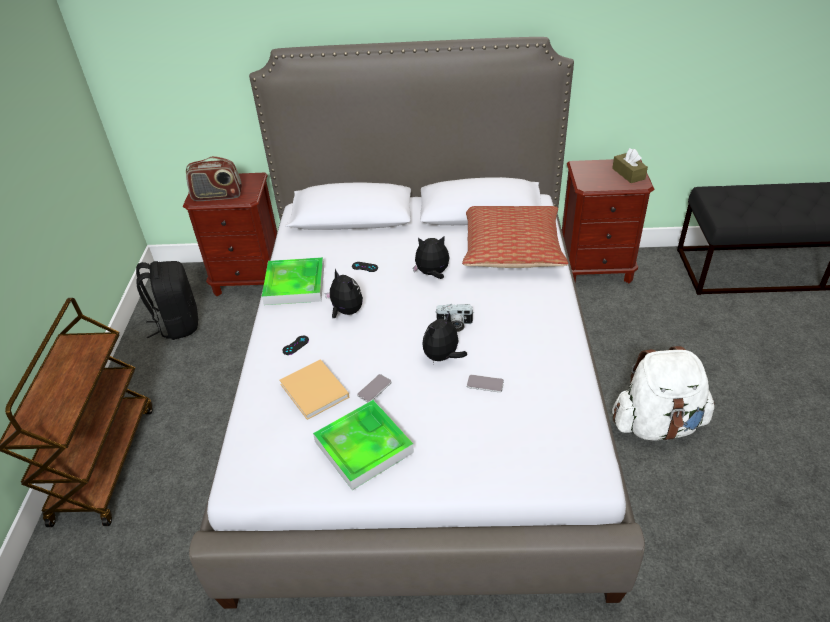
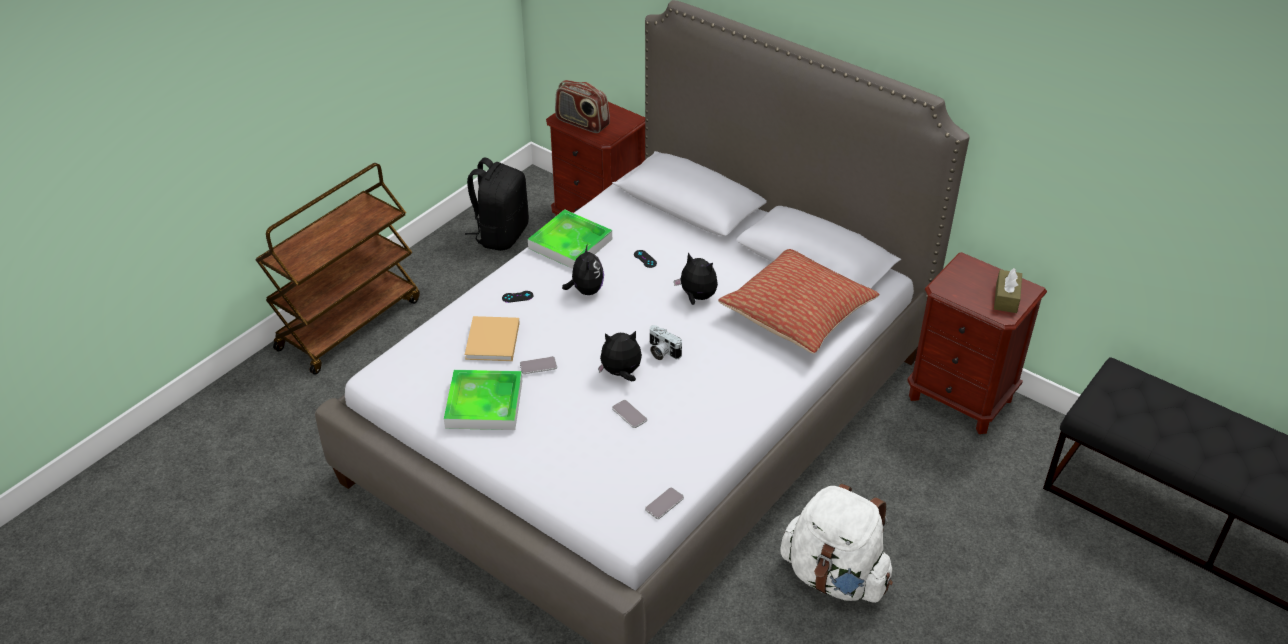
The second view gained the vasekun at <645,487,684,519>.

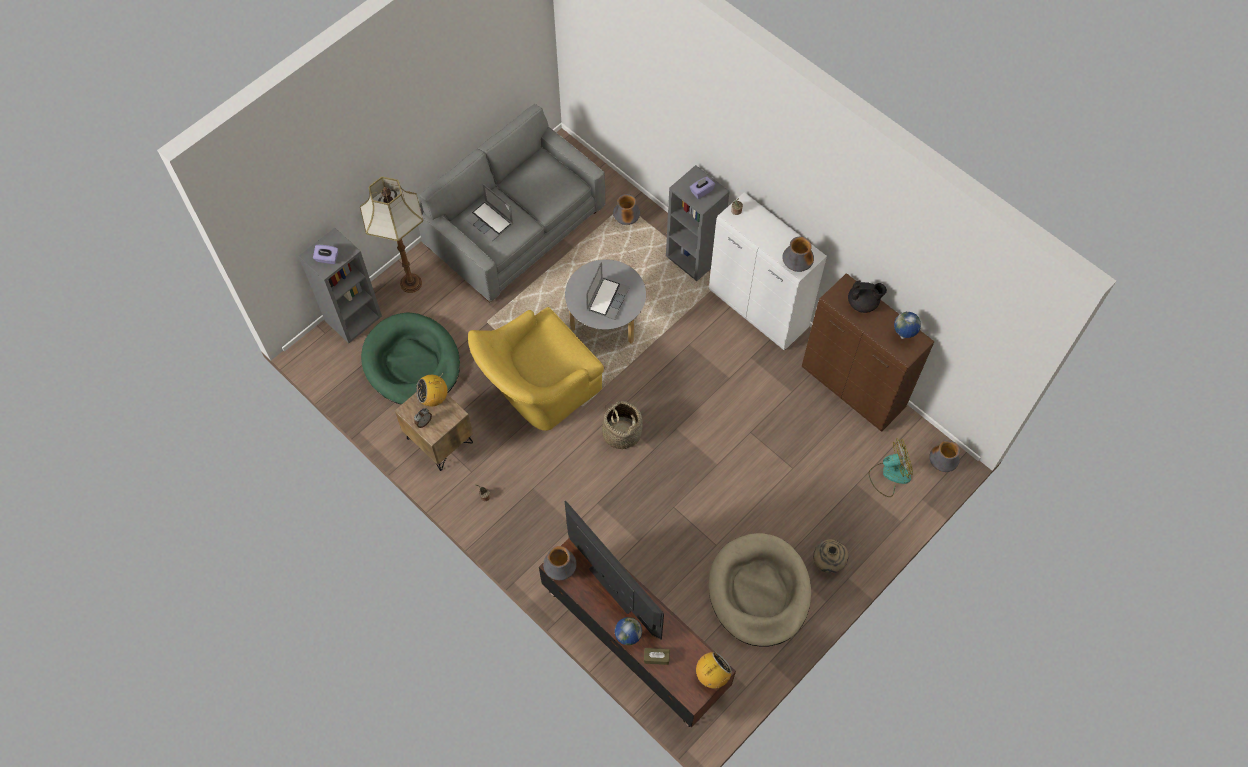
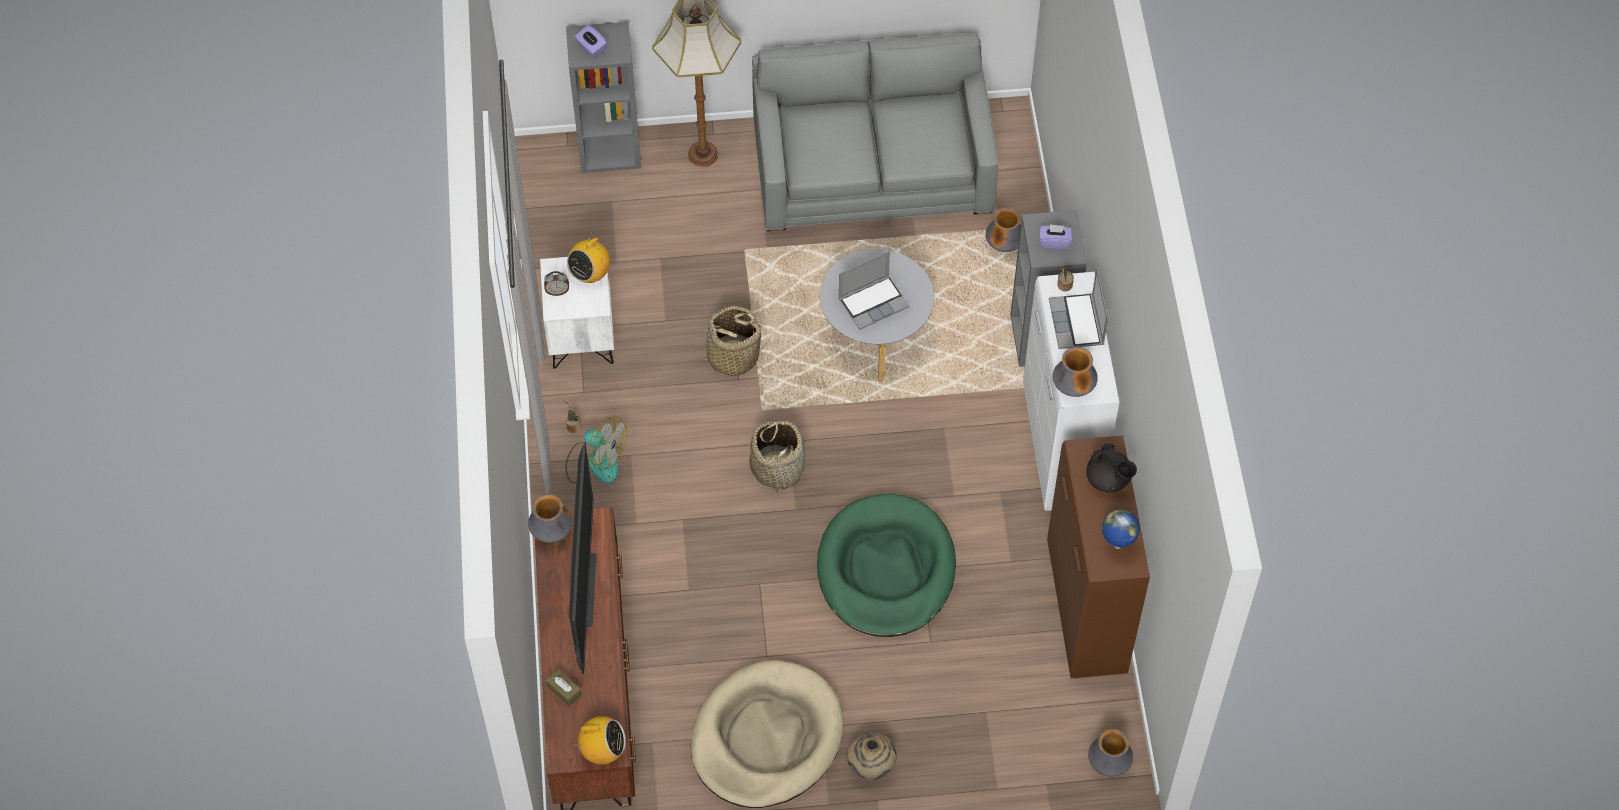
What was the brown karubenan at <395,393,473,471> turned into the white karubenan at <540,257,614,369>.
The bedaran ended up elsewhere, having gone from <868,438,913,497> to <565,416,627,484>.
The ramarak at <416,372,448,407> ended up facing another way, 75 degrees counterclockwise from before.
Where the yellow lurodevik stood at <468,307,604,431>, the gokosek came to stand at <694,306,766,376>.
The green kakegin ended up elsewhere, having gone from <361,312,460,405> to <817,494,956,637>.
The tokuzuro ended up elsewhere, having gone from <465,184,513,241> to <1049,268,1108,349>.
The second view lost the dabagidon at <615,617,642,645>.

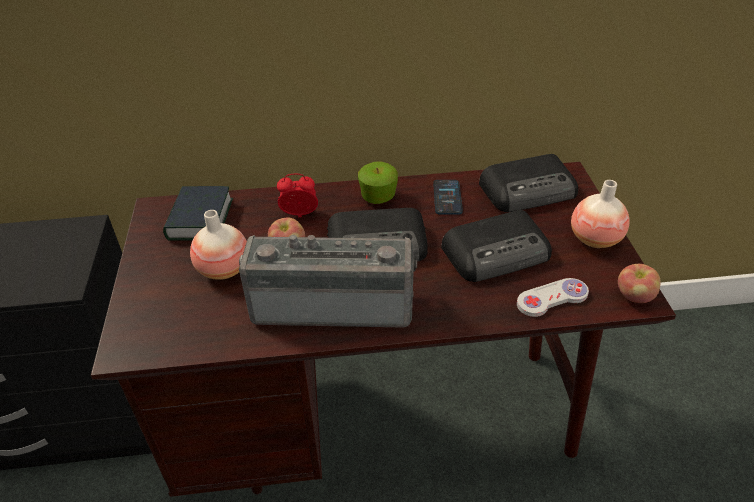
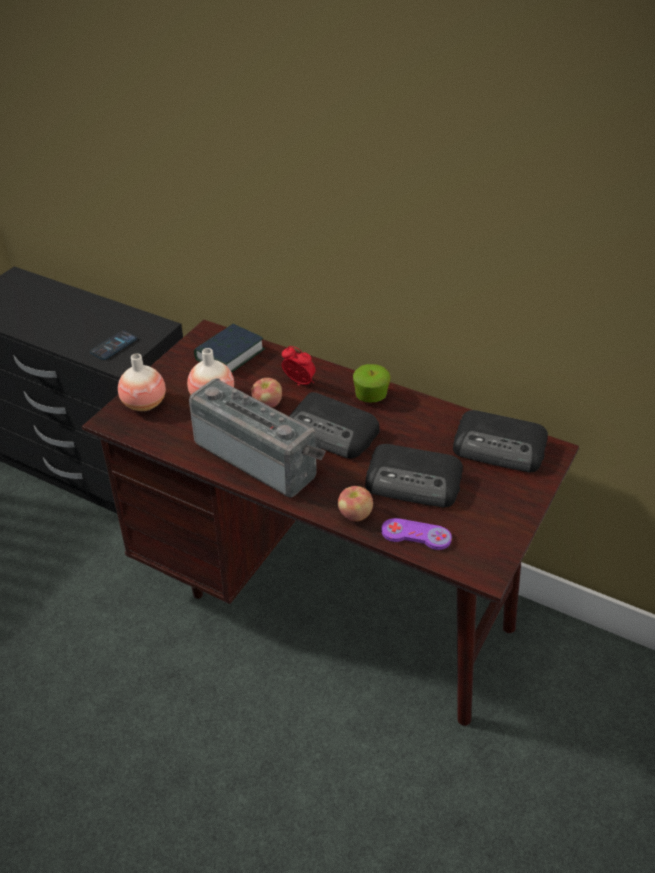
The vasekun ended up elsewhere, having gone from <433,180,463,215> to <90,330,137,360>.
The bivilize ended up elsewhere, having gone from <571,180,629,248> to <118,353,166,411>.
The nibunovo ended up elsewhere, having gone from <618,264,661,303> to <338,486,373,522>.
What was the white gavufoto at <517,278,589,317> turned into the purple gavufoto at <381,518,452,550>.

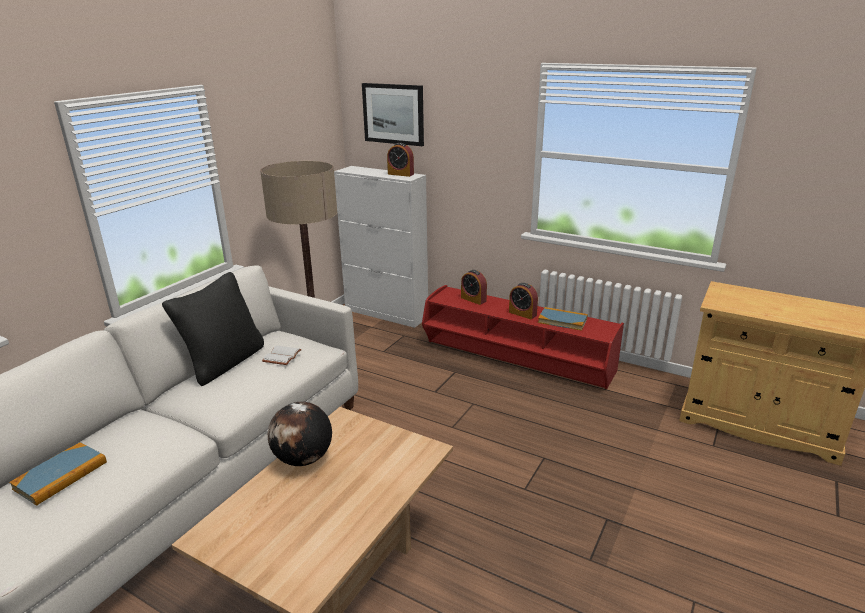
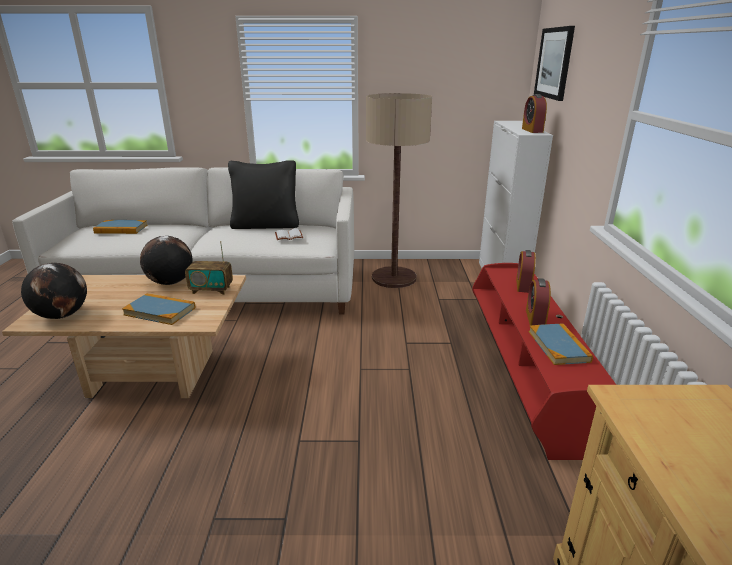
The second view gained the dabagidon at <21,263,87,319>.
The second view gained the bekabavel at <122,293,195,325>.
The second view gained the ramarak at <185,241,233,295>.

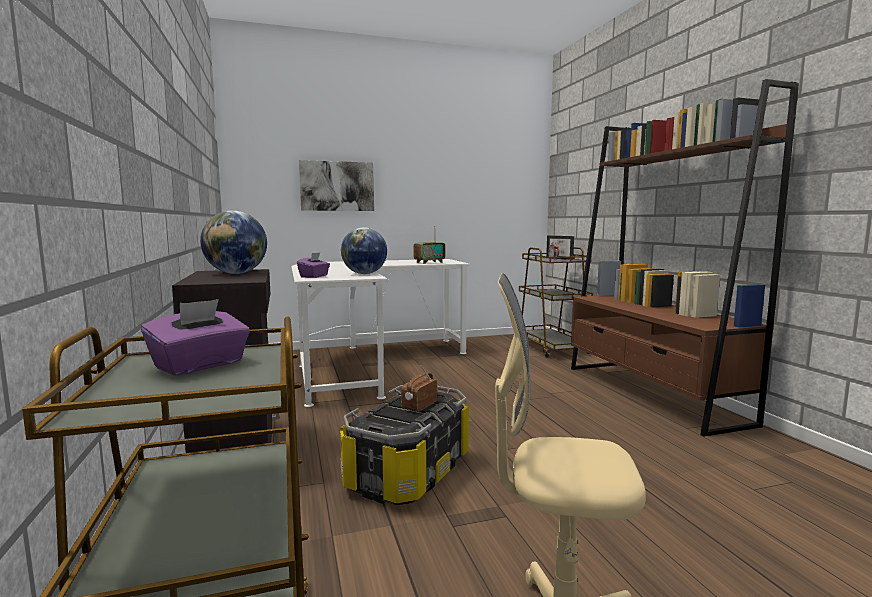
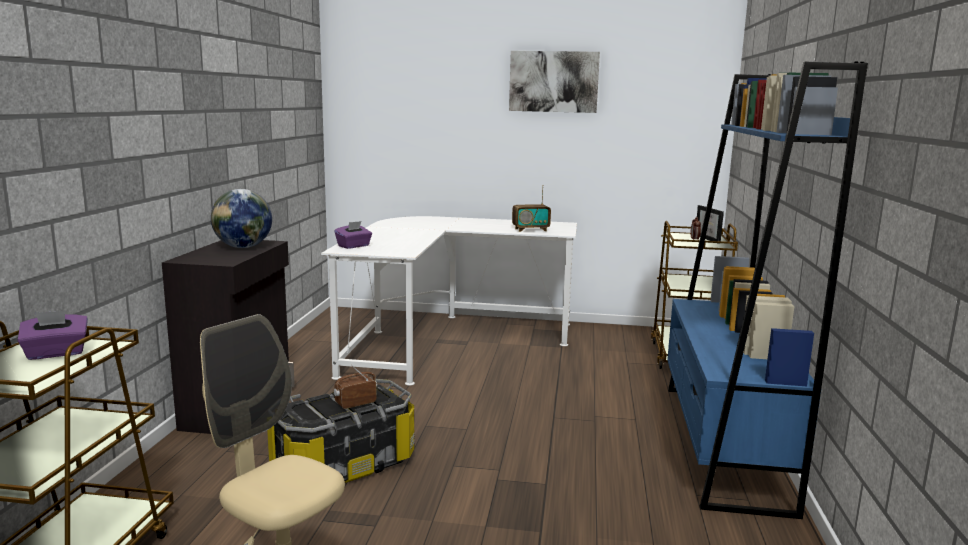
The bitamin ended up elsewhere, having gone from <299,160,374,211> to <509,51,600,113>.
What was the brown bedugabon at <571,79,799,437> turned into the blue bedugabon at <667,62,868,519>.
The second view lost the dabagidon at <341,227,387,274>.

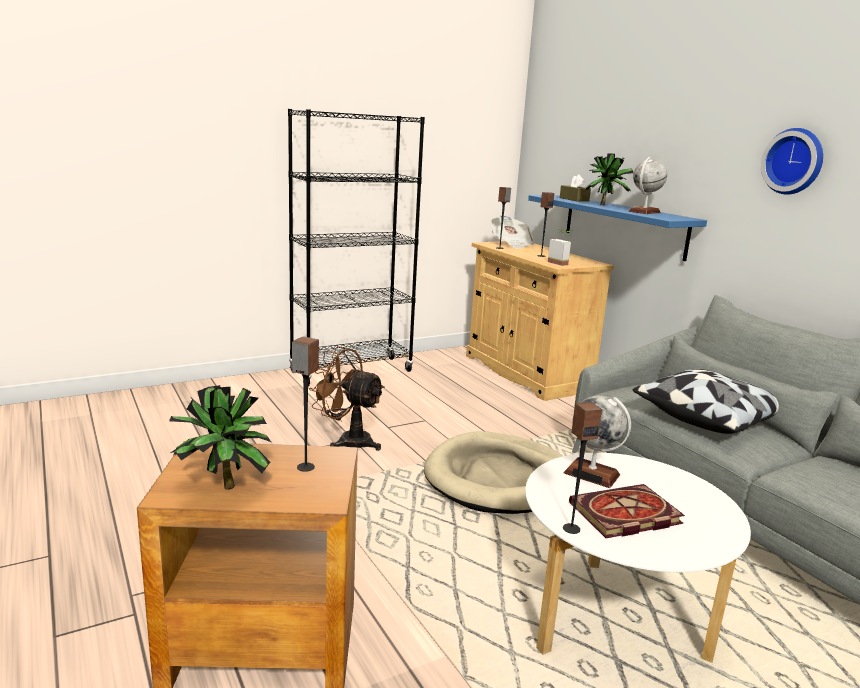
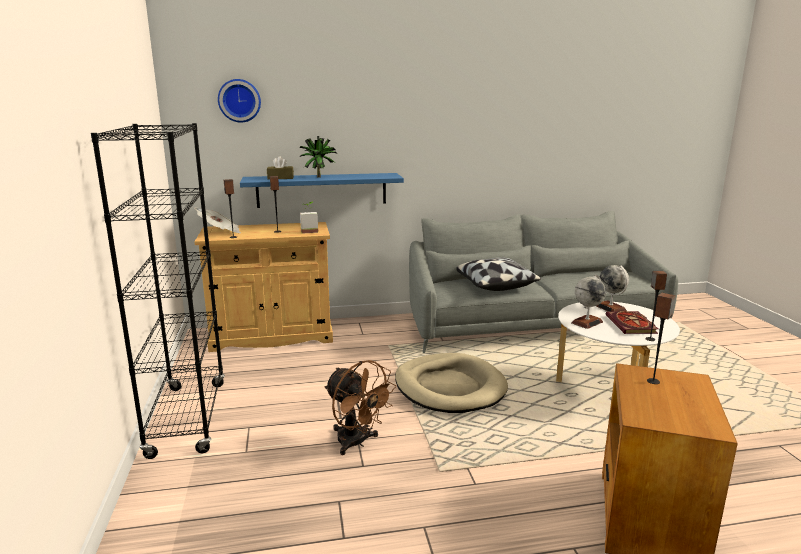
The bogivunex ended up elsewhere, having gone from <761,128,823,195> to <218,79,261,123>.
The brown bedaran at <309,346,385,451> ended up facing another way, 90 degrees counterclockwise from before.
The dabagidon ended up elsewhere, having gone from <628,157,667,214> to <596,265,629,312>.
The second view lost the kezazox at <169,385,271,490>.

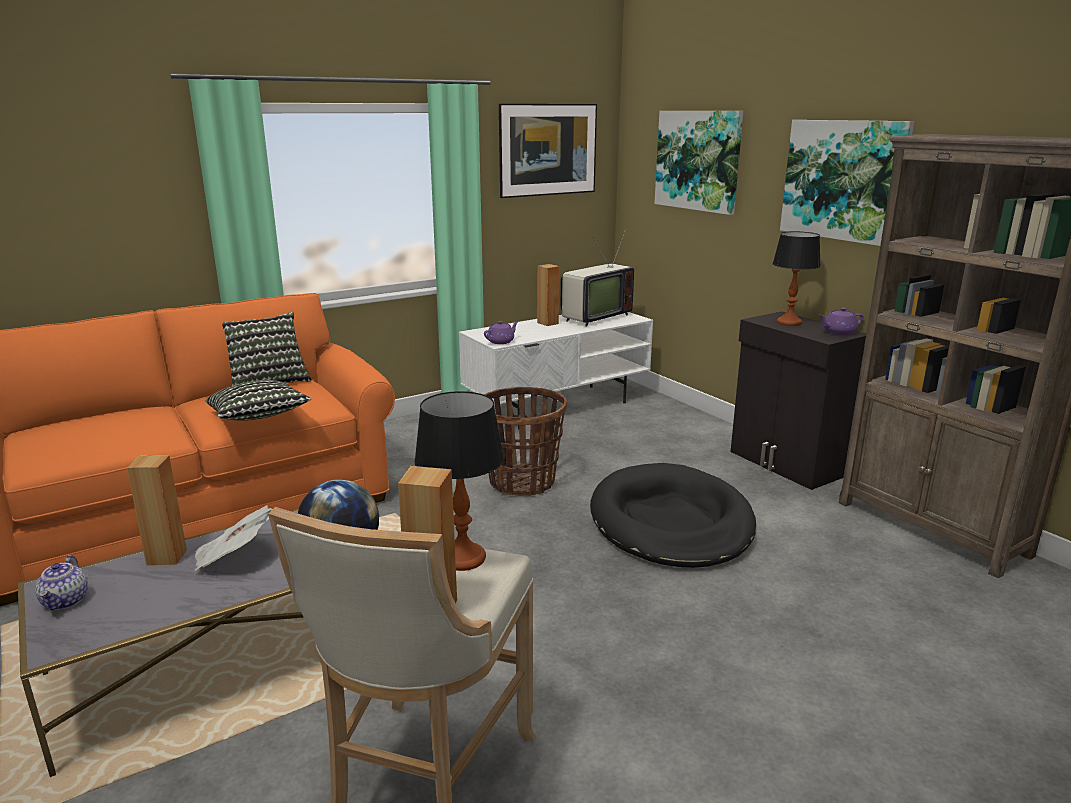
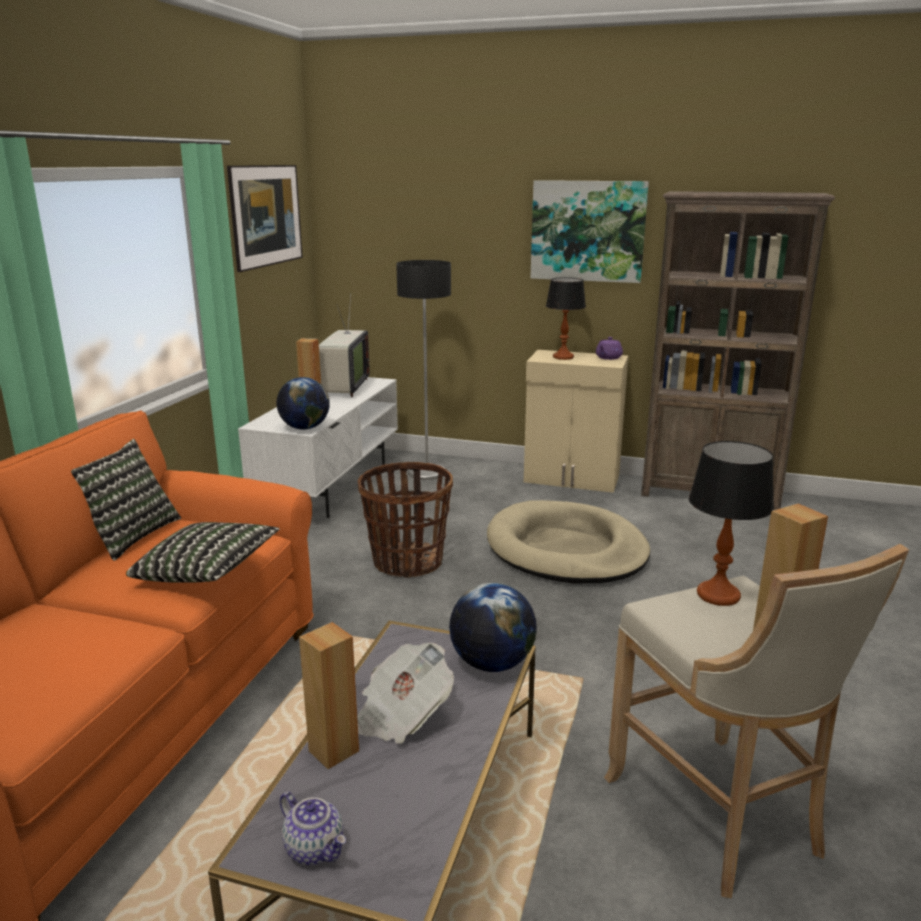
Where the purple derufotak stood at <484,321,518,344>, the dabagidon came to stand at <277,377,330,430>.
The second view gained the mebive at <396,260,451,480>.
What was the black kakegin at <590,463,756,568> turned into the beige kakegin at <487,500,650,583>.
What was the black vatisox at <731,311,866,490> turned into the beige vatisox at <524,350,628,493>.
The second view lost the bitamin at <654,111,743,215>.

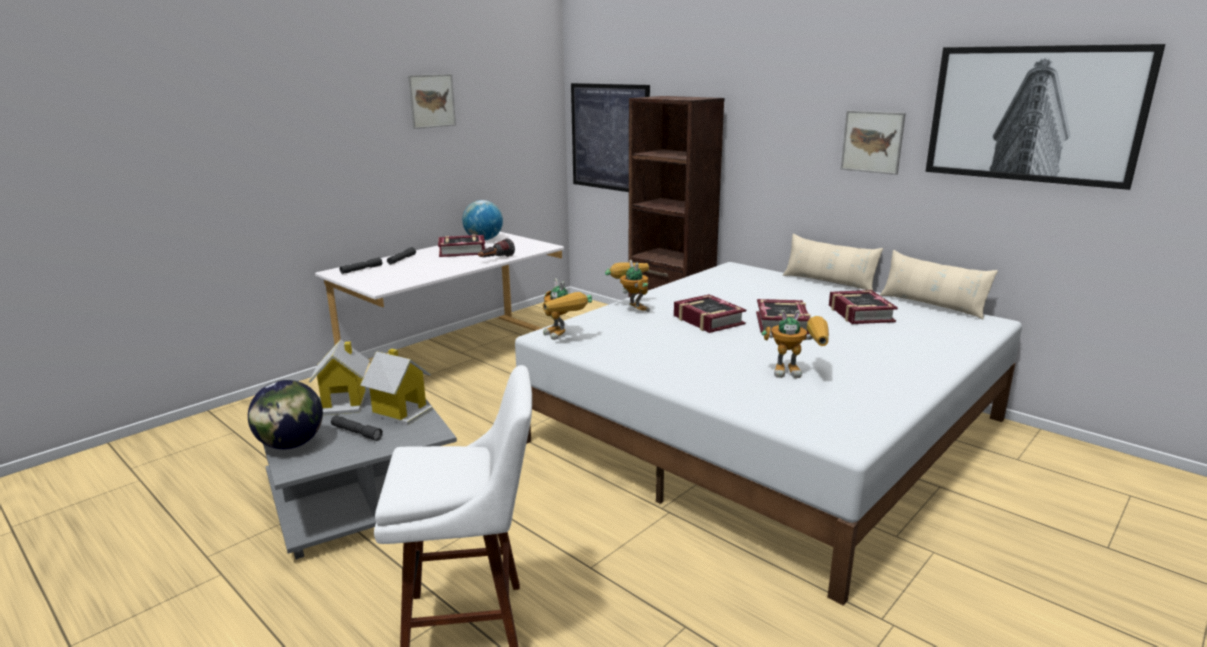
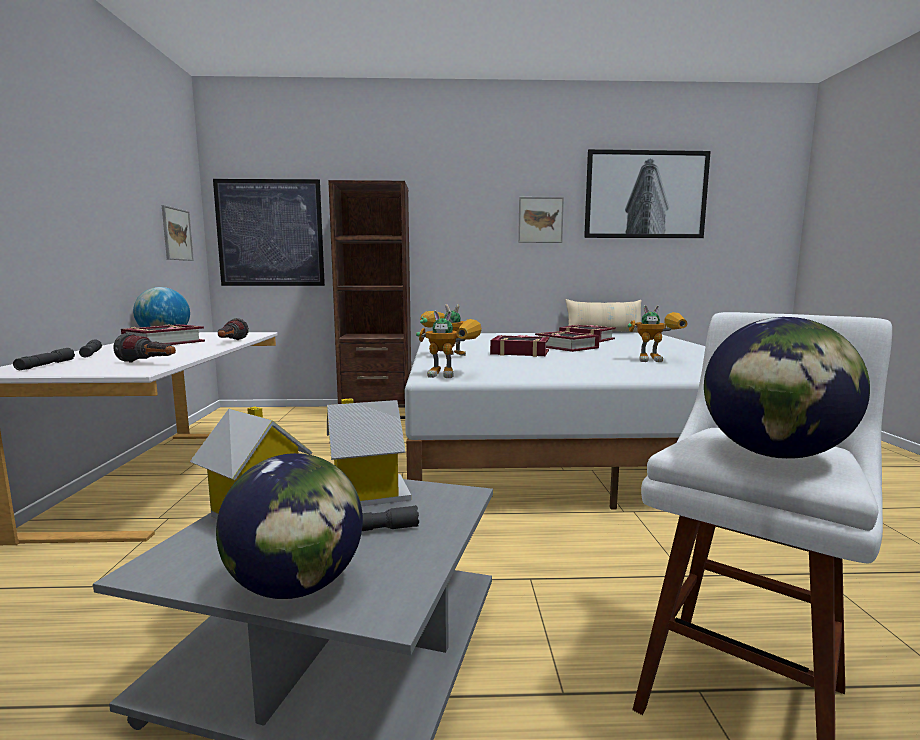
The second view gained the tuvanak at <114,333,176,363>.
The bitamin ended up elsewhere, having gone from <408,74,456,129> to <162,205,194,261>.
The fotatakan at <761,310,829,378> ended up facing another way, 45 degrees clockwise from before.
The second view gained the dabagidon at <704,317,870,459>.
The second view lost the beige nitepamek at <783,234,883,291>.

